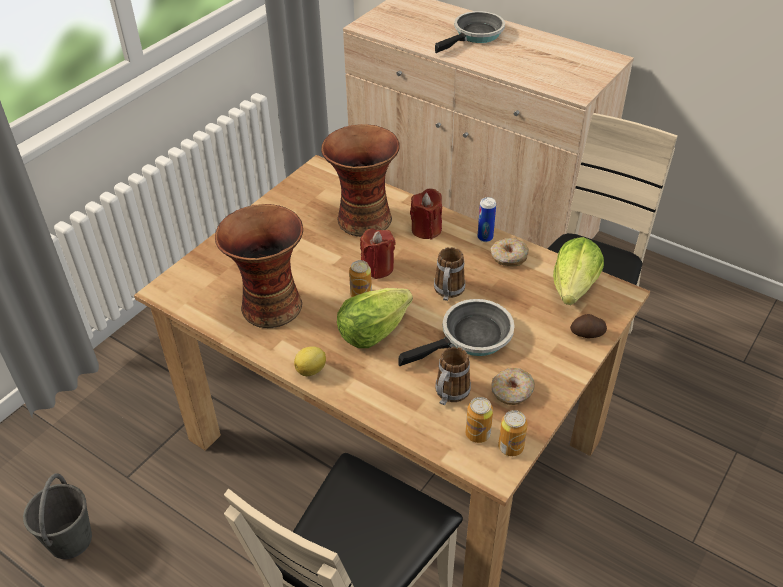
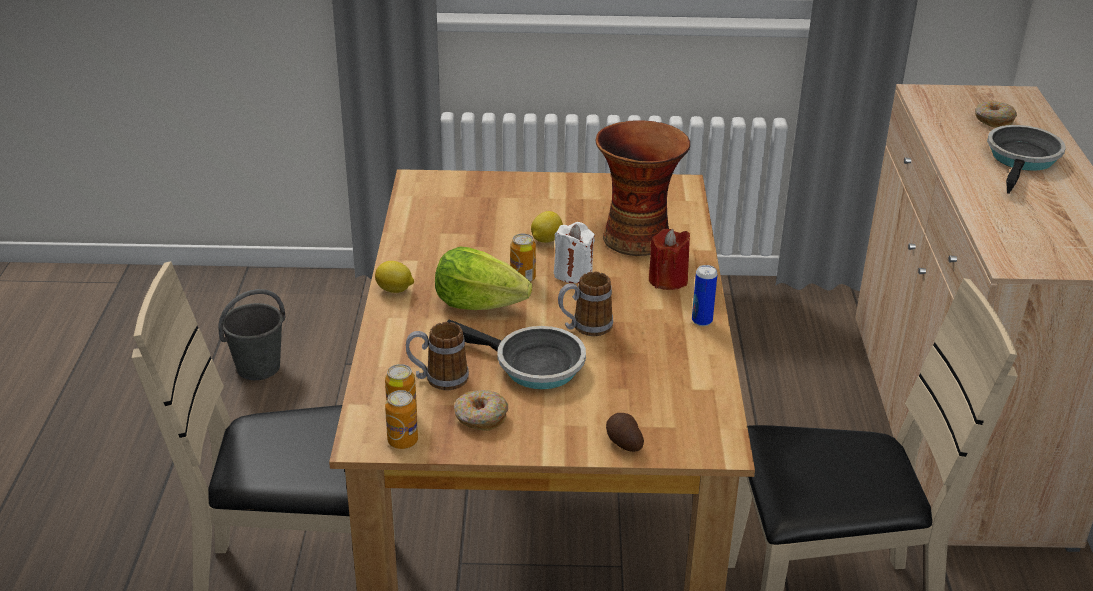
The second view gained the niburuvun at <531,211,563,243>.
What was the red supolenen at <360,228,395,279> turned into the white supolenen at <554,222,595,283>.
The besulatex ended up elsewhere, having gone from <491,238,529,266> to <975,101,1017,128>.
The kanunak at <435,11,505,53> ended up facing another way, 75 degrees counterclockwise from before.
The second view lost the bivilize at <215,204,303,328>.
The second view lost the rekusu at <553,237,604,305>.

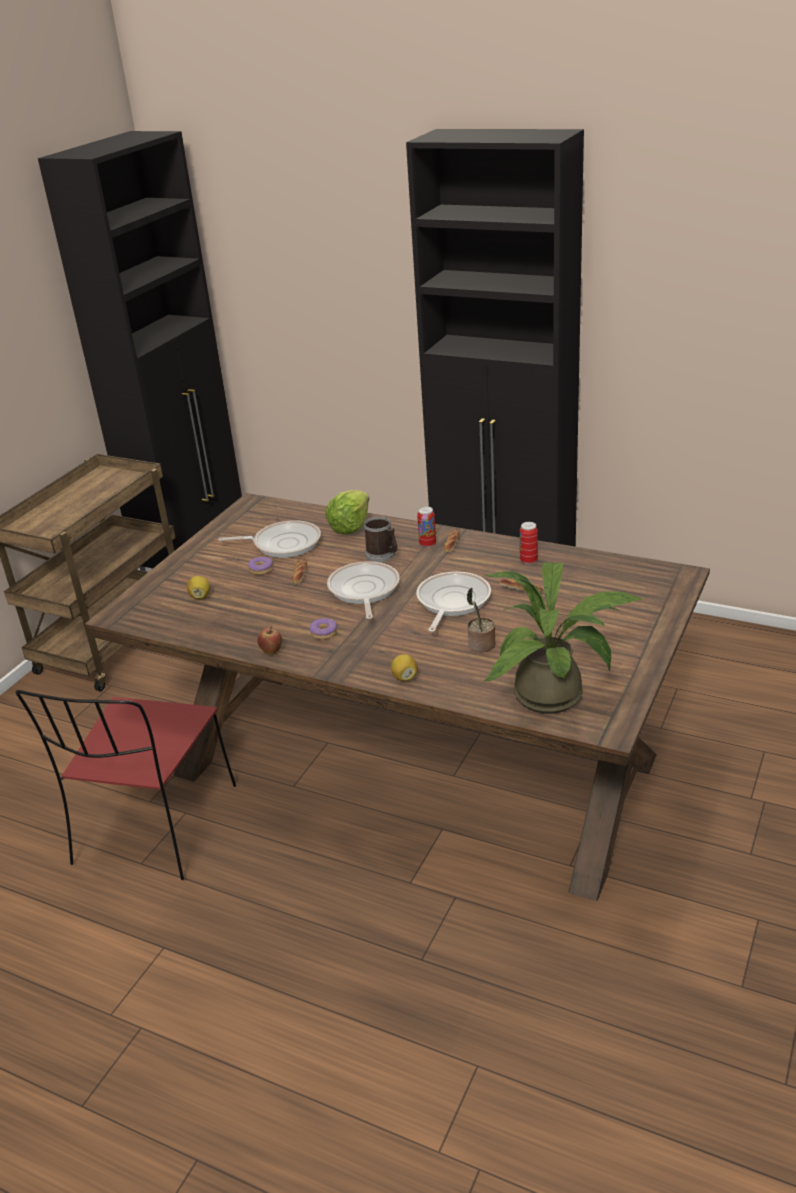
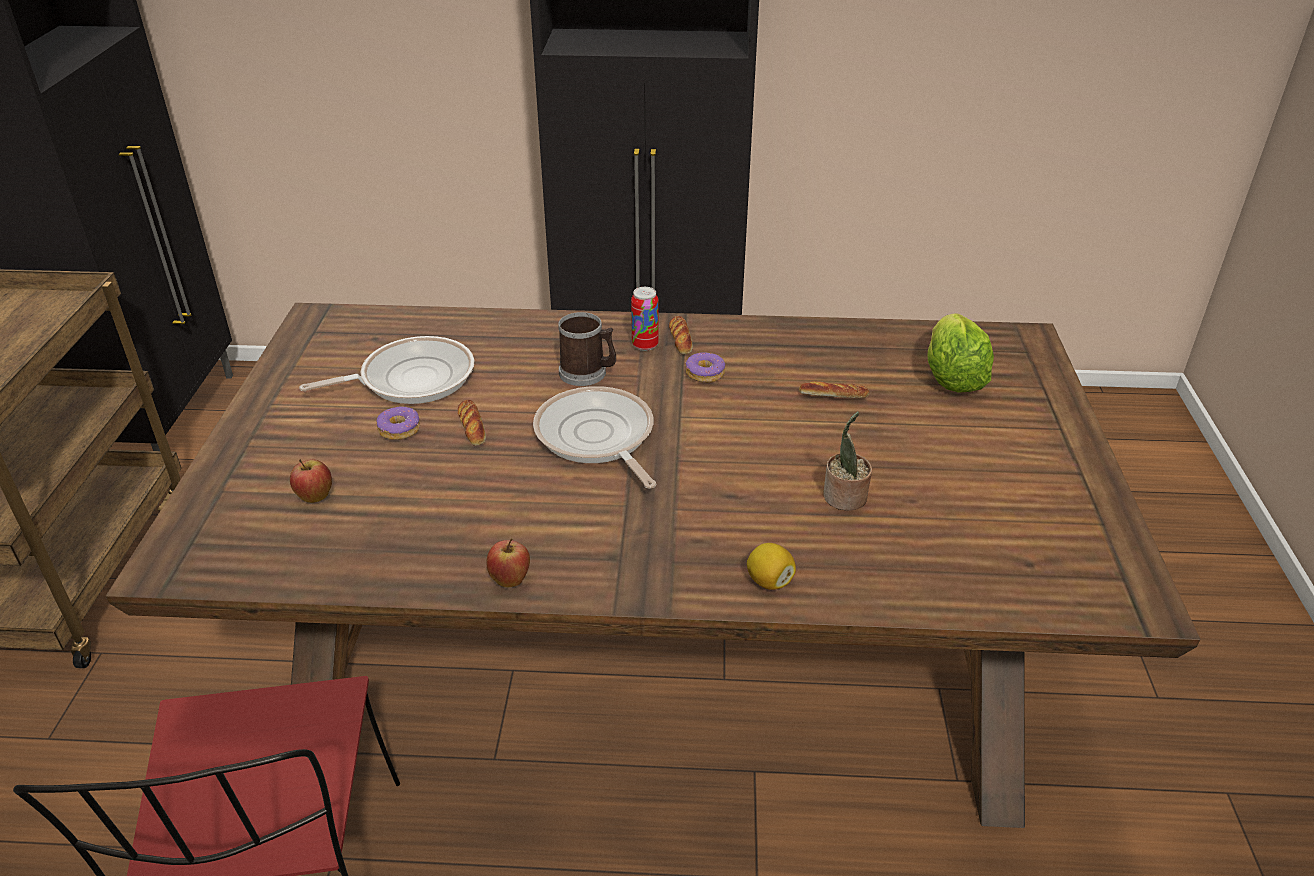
Where the niburuvun stood at <187,576,210,599>, the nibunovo came to stand at <290,459,332,503>.
The besulatex ended up elsewhere, having gone from <310,618,337,640> to <686,352,725,383>.
The rekusu ended up elsewhere, having gone from <325,490,369,535> to <928,313,994,393>.
The second view lost the kanunak at <416,572,491,632>.
The second view lost the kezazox at <484,562,643,714>.
The second view lost the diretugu at <520,522,538,564>.

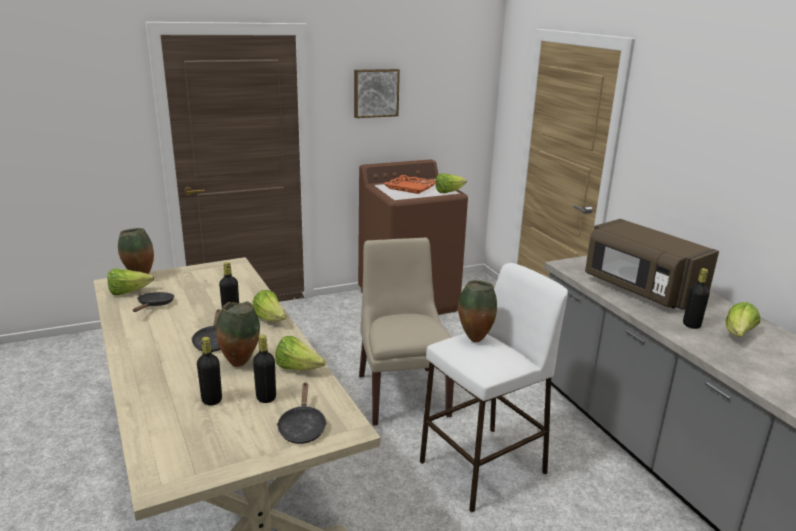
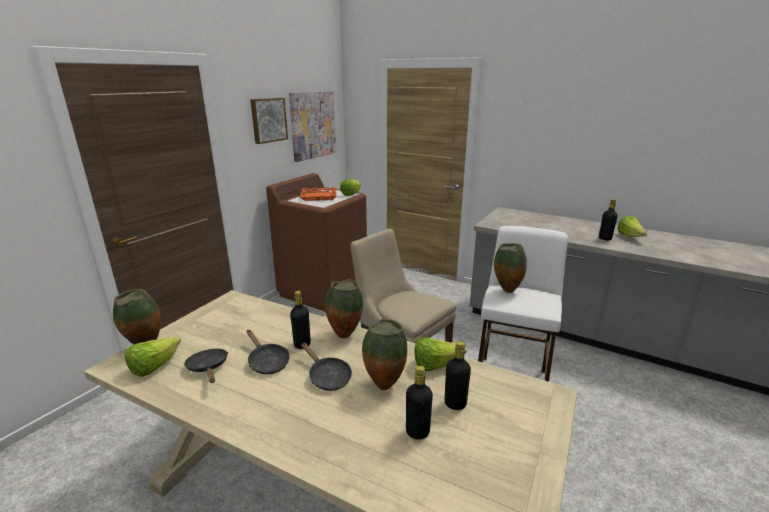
The black kanunak ended up elsewhere, having gone from <277,382,327,444> to <247,330,290,374>.
The second view gained the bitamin at <289,91,336,162>.
Where the rekusu stood at <253,290,287,322>, the bivilize came to stand at <325,279,363,338>.
The second view lost the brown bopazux at <585,219,719,310>.

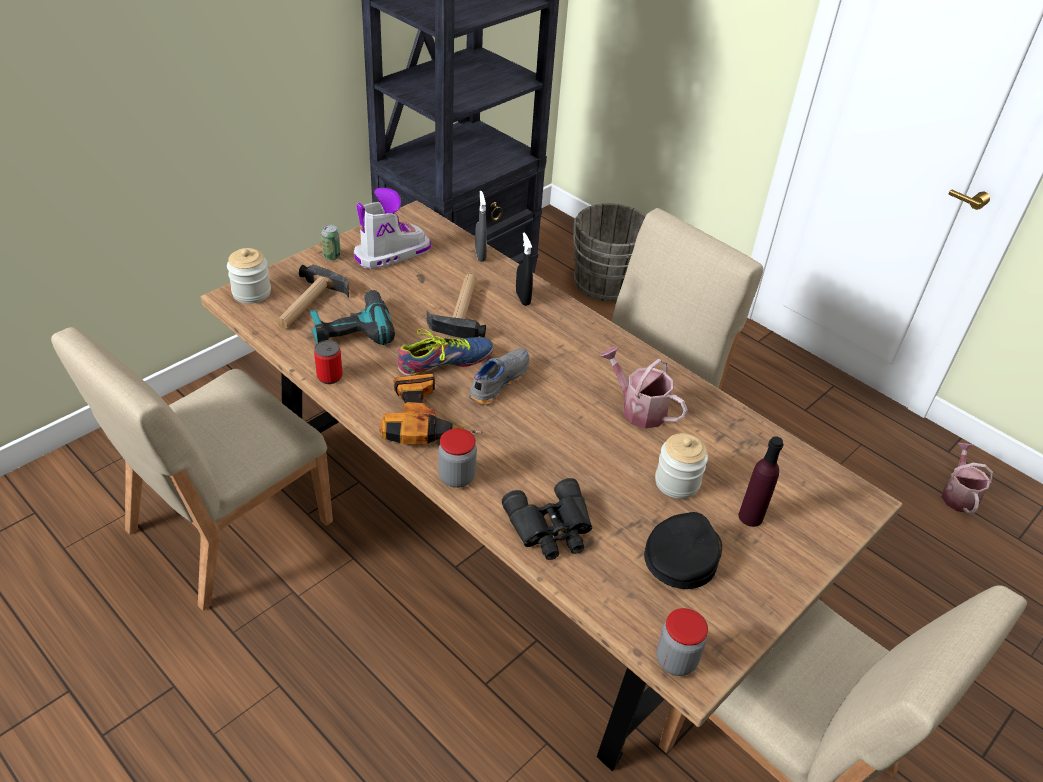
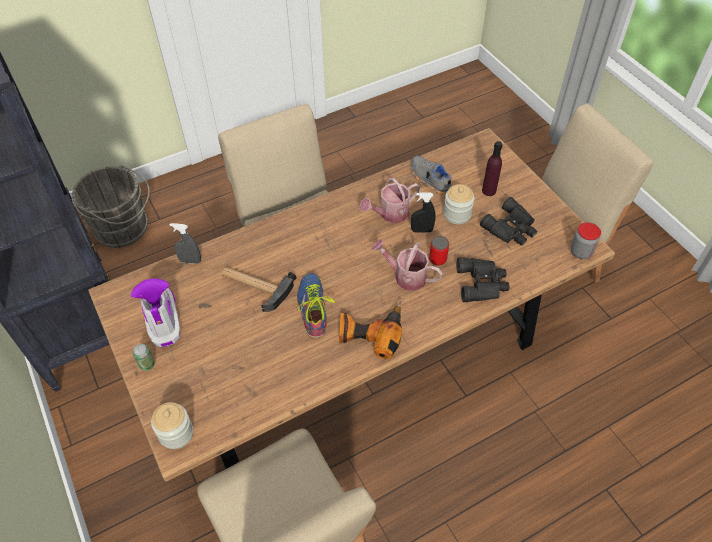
The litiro ended up elsewhere, having gone from <942,443,993,514> to <372,239,443,291>.
The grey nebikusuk ended up elsewhere, having gone from <469,348,529,405> to <411,156,452,194>.
The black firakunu ended up elsewhere, having gone from <516,232,533,306> to <411,193,436,233>.
The diretugu ended up elsewhere, having gone from <314,340,343,384> to <429,236,449,266>.
Where the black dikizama stood at <644,512,722,589>, the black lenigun came to stand at <480,197,537,246>.
The second view lost the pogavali at <277,265,349,329>.
The second view lost the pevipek at <310,290,395,345>.
The second view lost the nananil at <439,428,477,488>.

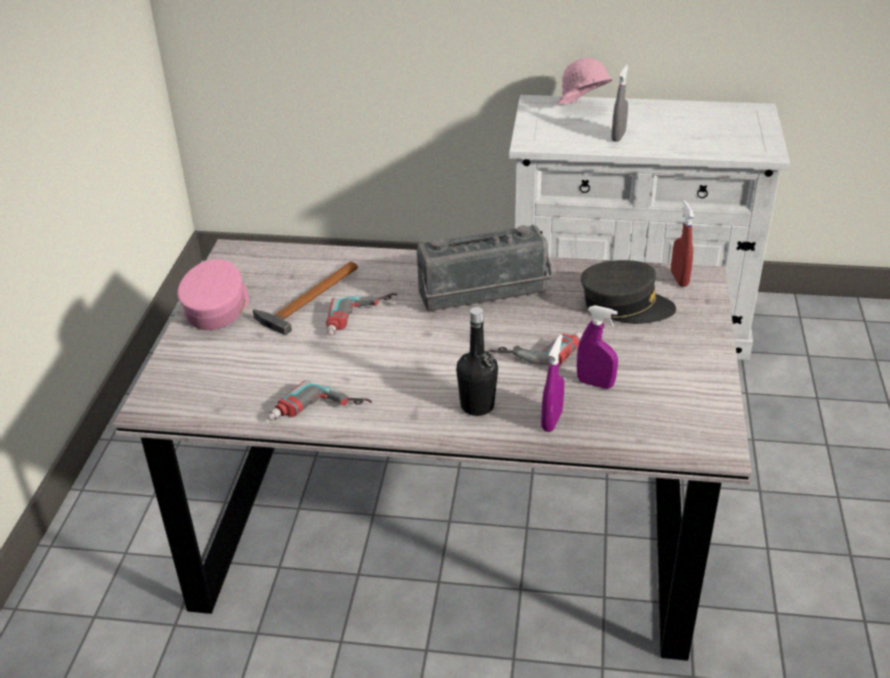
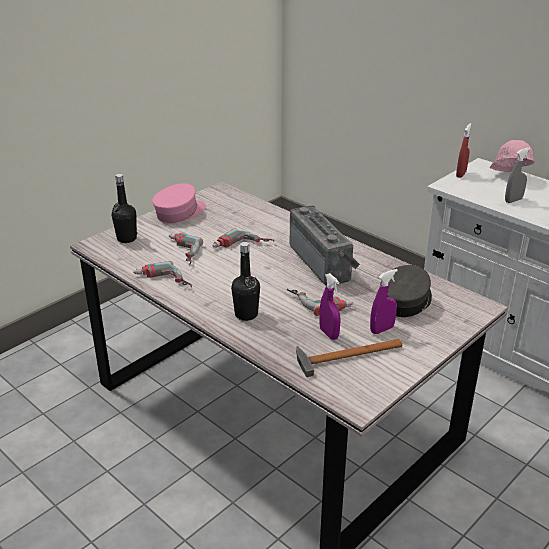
The second view gained the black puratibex at <112,174,137,243>.
The second view gained the pevipek at <169,233,203,265>.
The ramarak at <417,225,553,312> ended up facing another way, 135 degrees counterclockwise from before.
The pogavali ended up elsewhere, having gone from <253,262,358,335> to <296,339,402,377>.
The purple firakunu ended up elsewhere, having gone from <541,335,564,432> to <370,269,398,334>.
The grey dikizama at <581,260,676,324> ended up facing another way, 105 degrees counterclockwise from before.
The red firakunu ended up elsewhere, having gone from <671,200,694,287> to <456,123,472,178>.

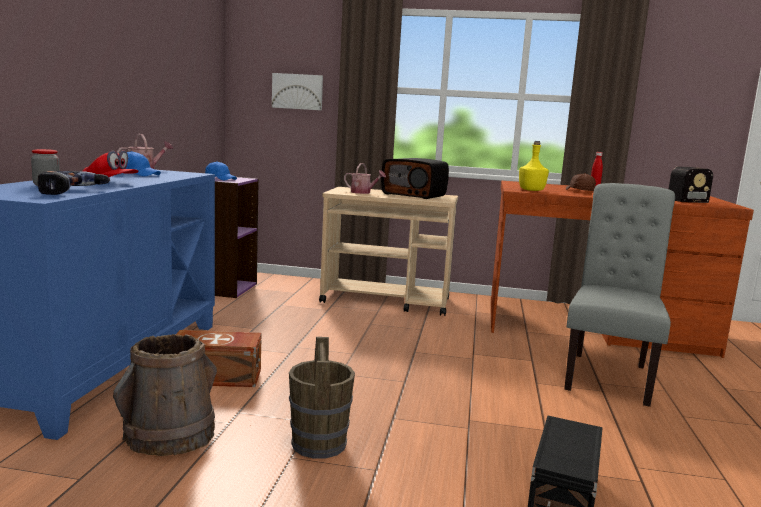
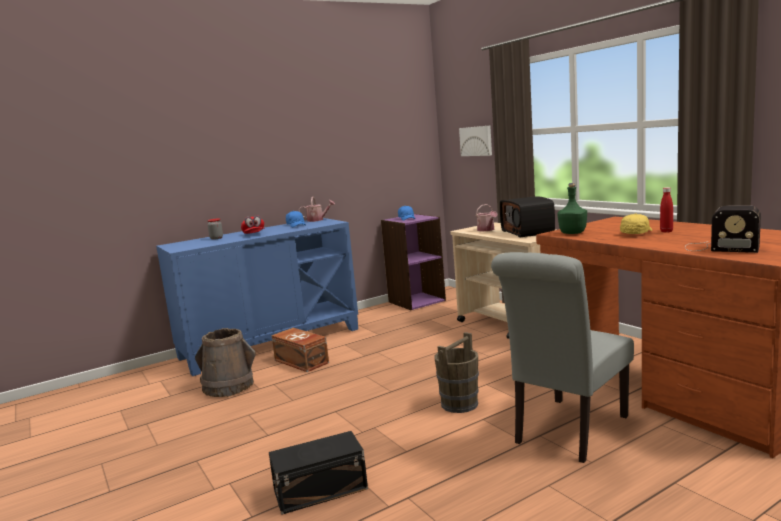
The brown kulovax ended up elsewhere, having gone from <289,337,355,459> to <434,332,479,413>.
The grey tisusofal at <564,183,675,407> ended up facing another way, 150 degrees clockwise from before.
What was the yellow puratibex at <519,141,549,191> turned into the green puratibex at <558,183,587,234>.
What was the brown dikizama at <566,173,596,191> turned into the yellow dikizama at <620,213,652,234>.
The second view lost the pevipek at <38,171,110,195>.

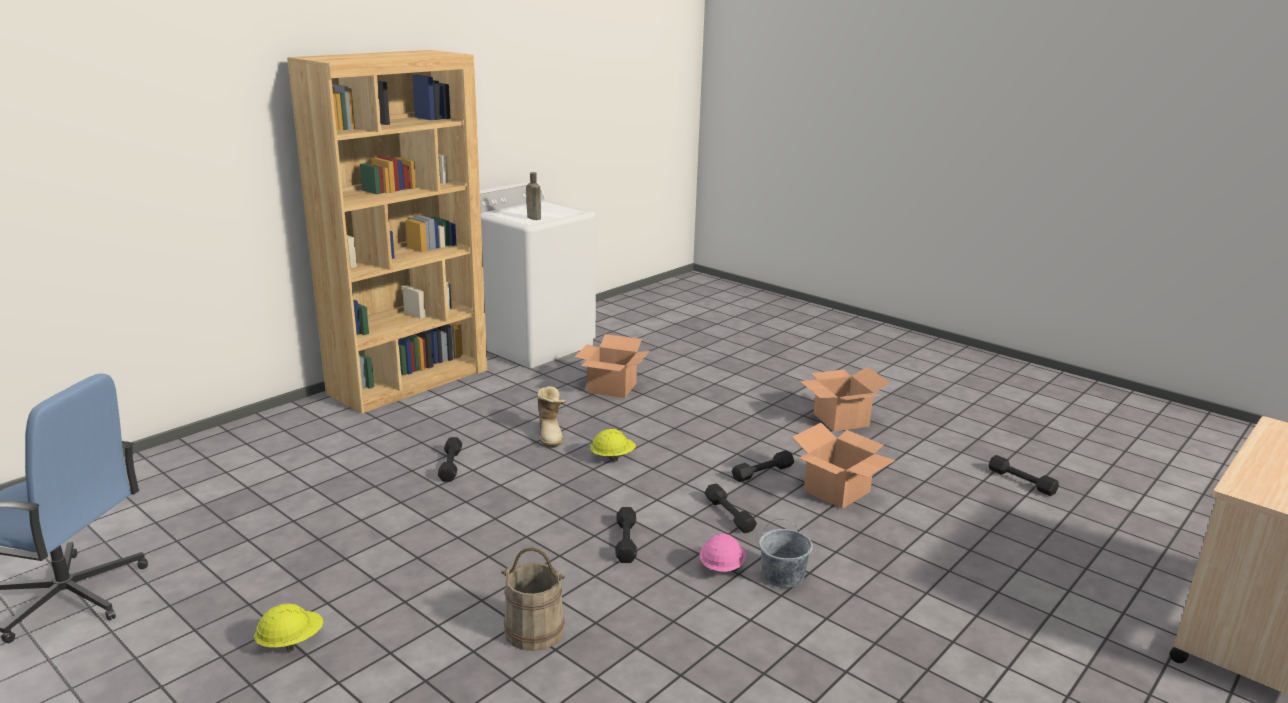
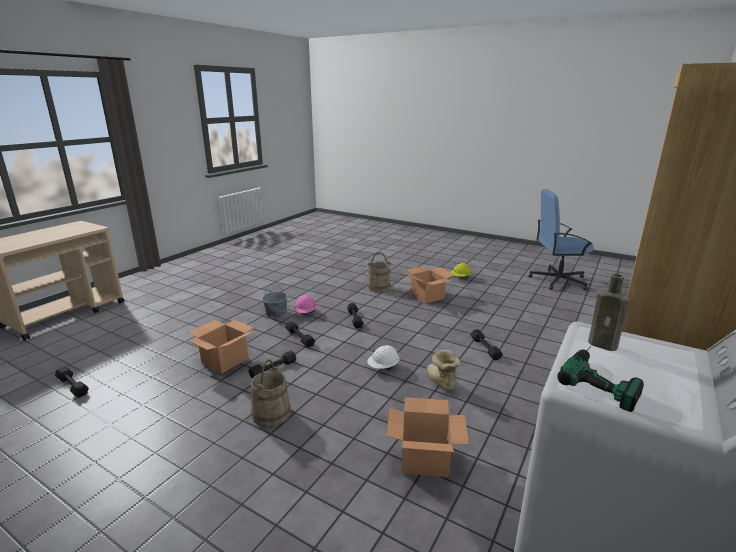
The second view gained the beige kulovax at <250,360,290,427>.
What was the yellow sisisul at <590,429,636,462> turned into the white sisisul at <367,345,400,370>.
The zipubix ended up elsewhere, having gone from <800,367,890,431> to <404,266,455,304>.
The second view gained the pevipek at <557,347,644,412>.

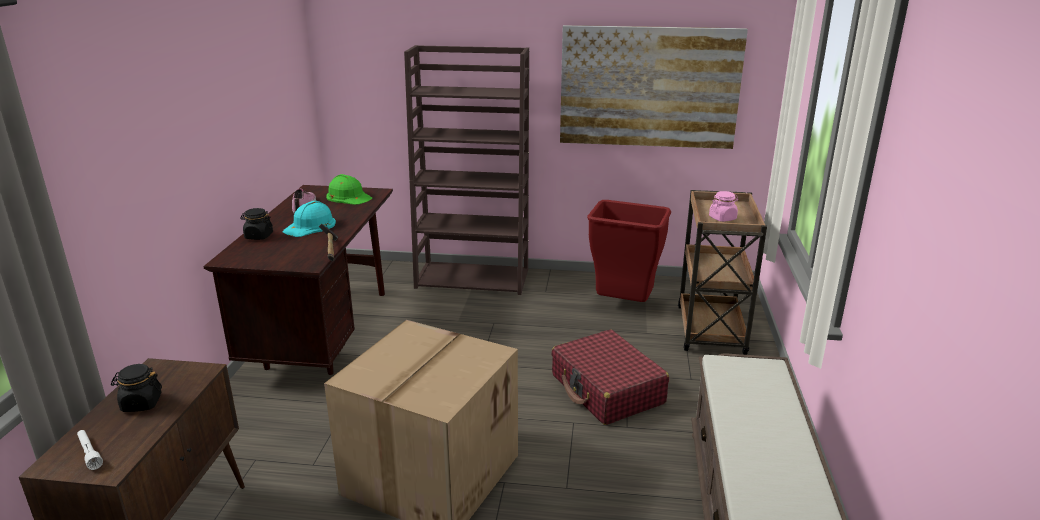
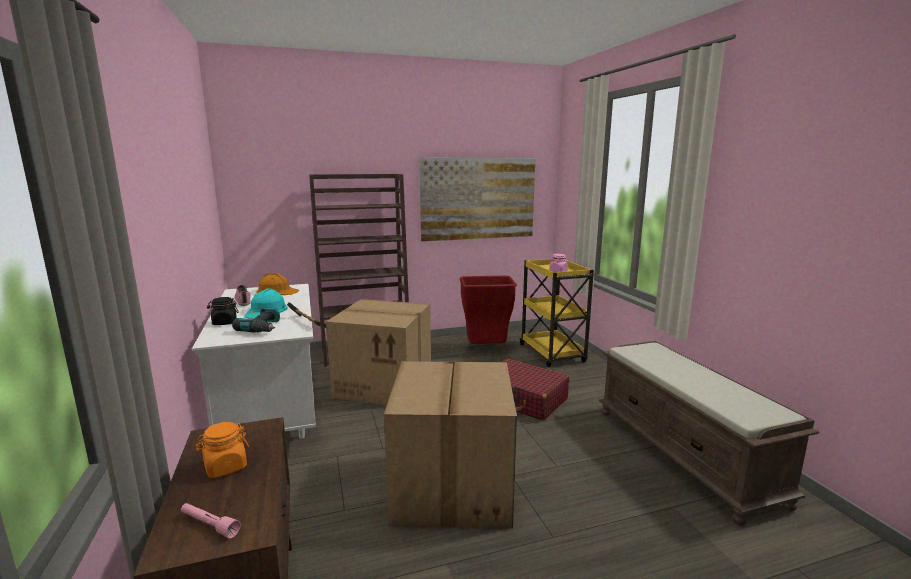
What was the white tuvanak at <77,430,103,470> turned into the pink tuvanak at <181,503,241,539>.
What was the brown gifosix at <203,185,393,375> turned into the white gifosix at <192,284,316,439>.
What was the black nananil at <111,364,162,412> turned into the orange nananil at <195,422,249,478>.
The second view gained the pevipek at <232,307,280,333>.
What was the green sisisul at <326,174,372,205> turned into the orange sisisul at <256,273,299,295>.
The second view gained the zipubix at <326,299,431,405>.
What was the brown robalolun at <678,190,767,355> turned into the yellow robalolun at <519,259,595,367>.

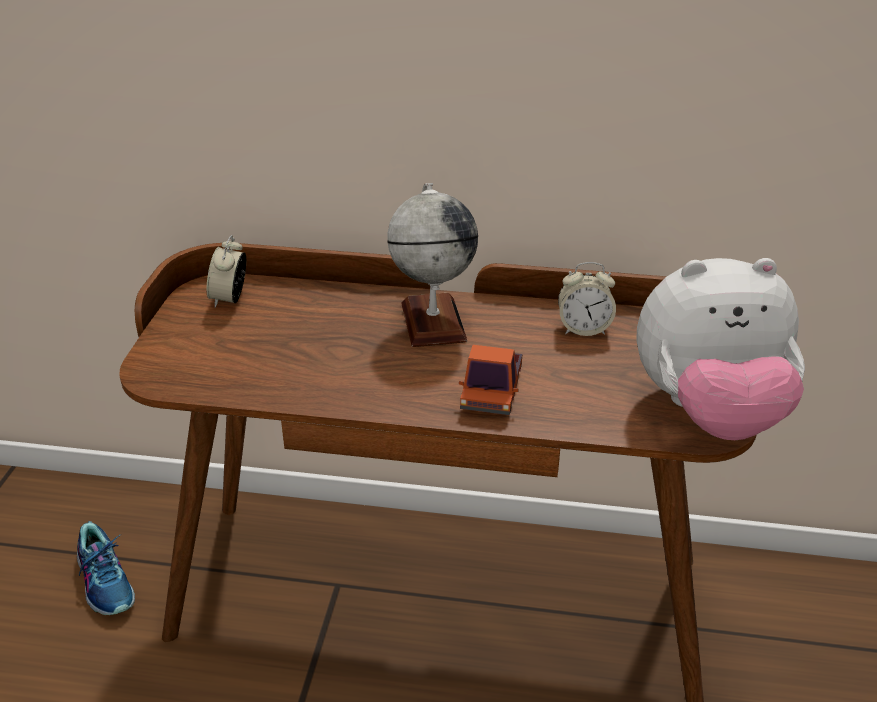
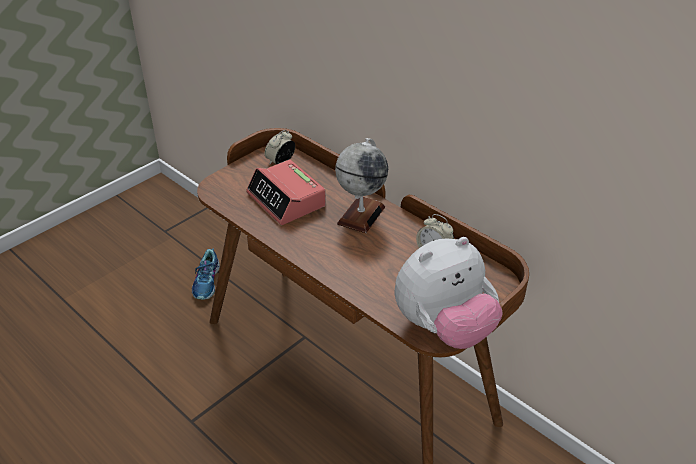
The second view gained the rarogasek at <246,159,326,225>.
The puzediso at <636,258,805,440> ended up facing another way, 60 degrees counterclockwise from before.
The second view lost the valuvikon at <459,345,522,415>.

